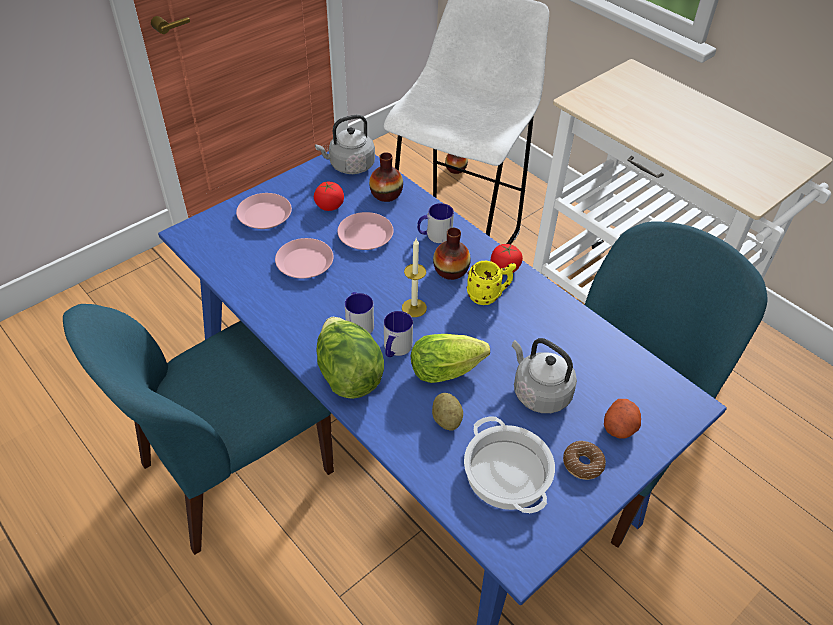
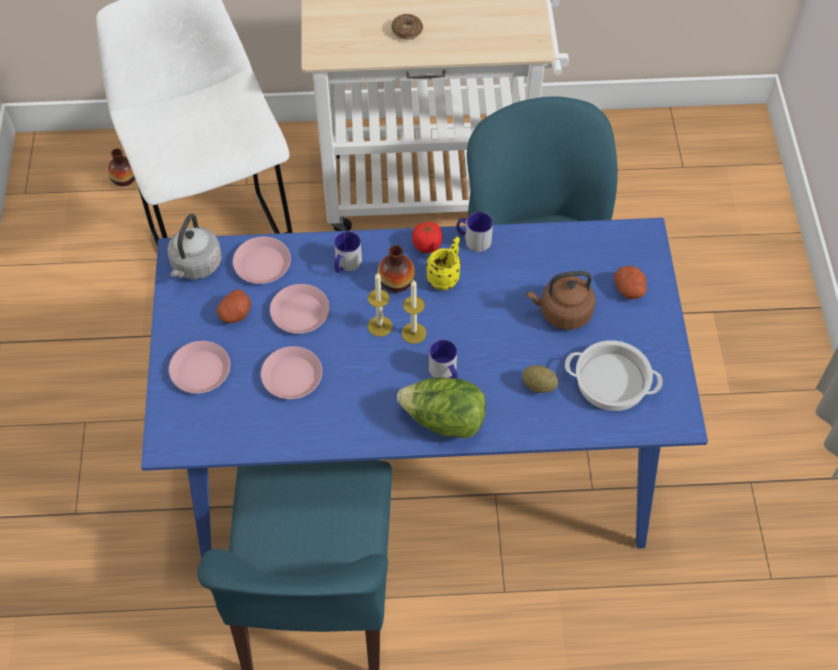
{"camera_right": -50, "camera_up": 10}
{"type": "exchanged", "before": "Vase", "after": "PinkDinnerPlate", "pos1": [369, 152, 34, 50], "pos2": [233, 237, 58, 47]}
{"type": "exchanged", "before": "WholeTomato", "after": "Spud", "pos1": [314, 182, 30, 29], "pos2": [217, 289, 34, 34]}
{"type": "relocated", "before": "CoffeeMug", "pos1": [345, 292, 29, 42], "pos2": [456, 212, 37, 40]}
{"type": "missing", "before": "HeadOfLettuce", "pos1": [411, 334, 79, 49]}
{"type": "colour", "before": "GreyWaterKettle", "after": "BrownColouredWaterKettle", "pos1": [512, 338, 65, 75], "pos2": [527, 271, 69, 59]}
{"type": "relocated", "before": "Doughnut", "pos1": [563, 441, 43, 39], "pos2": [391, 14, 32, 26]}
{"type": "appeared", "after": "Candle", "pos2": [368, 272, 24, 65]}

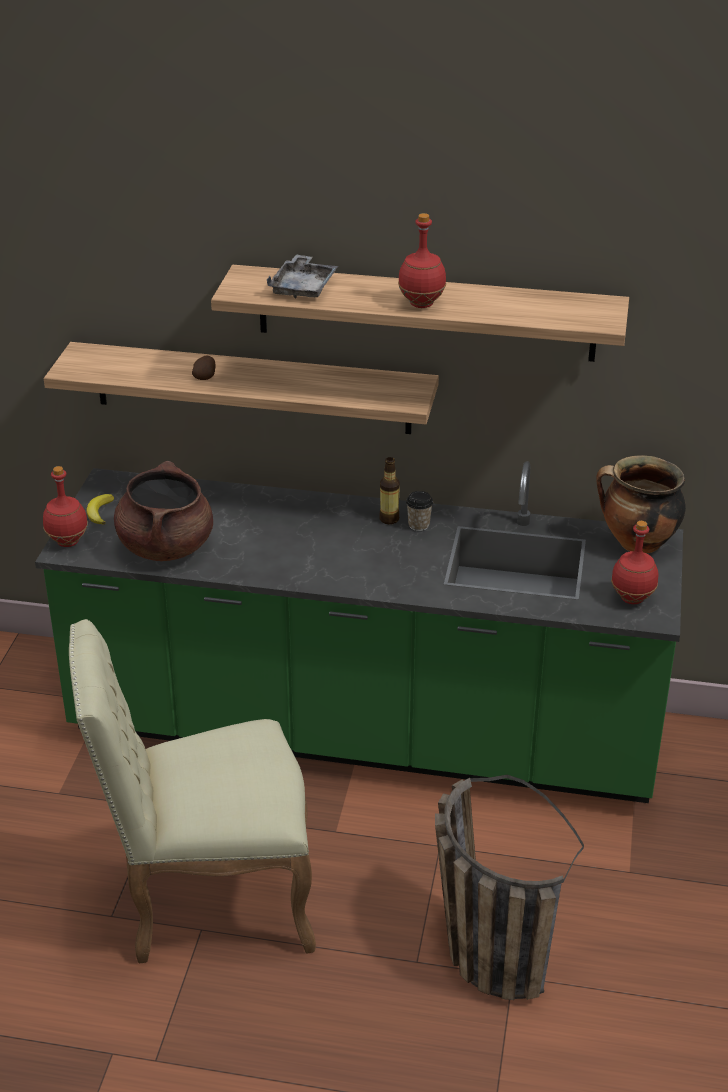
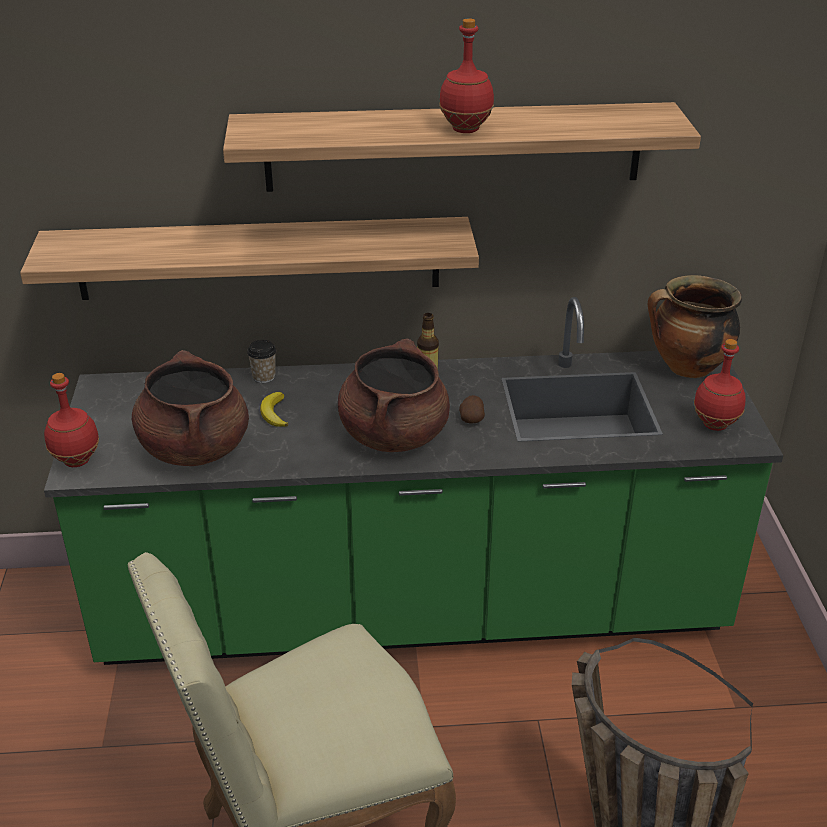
{"camera_right": -15, "camera_up": 0}
{"type": "missing", "before": "GreyCarryingTray", "pos1": [267, 254, 71, 44]}
{"type": "relocated", "before": "Spud", "pos1": [192, 356, 23, 24], "pos2": [459, 395, 26, 28]}
{"type": "relocated", "before": "Cup", "pos1": [406, 491, 27, 40], "pos2": [247, 340, 29, 43]}
{"type": "relocated", "before": "Banana", "pos1": [87, 494, 27, 31], "pos2": [260, 392, 28, 35]}
{"type": "appeared", "after": "BrownColouredCookingPot", "pos2": [338, 338, 112, 114]}

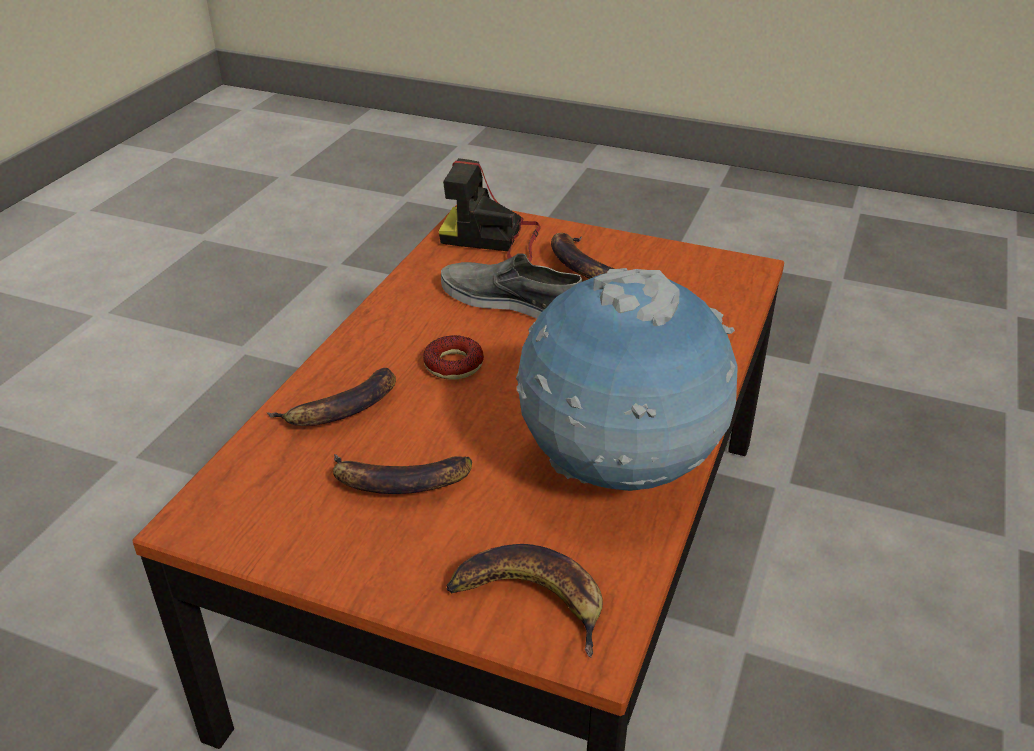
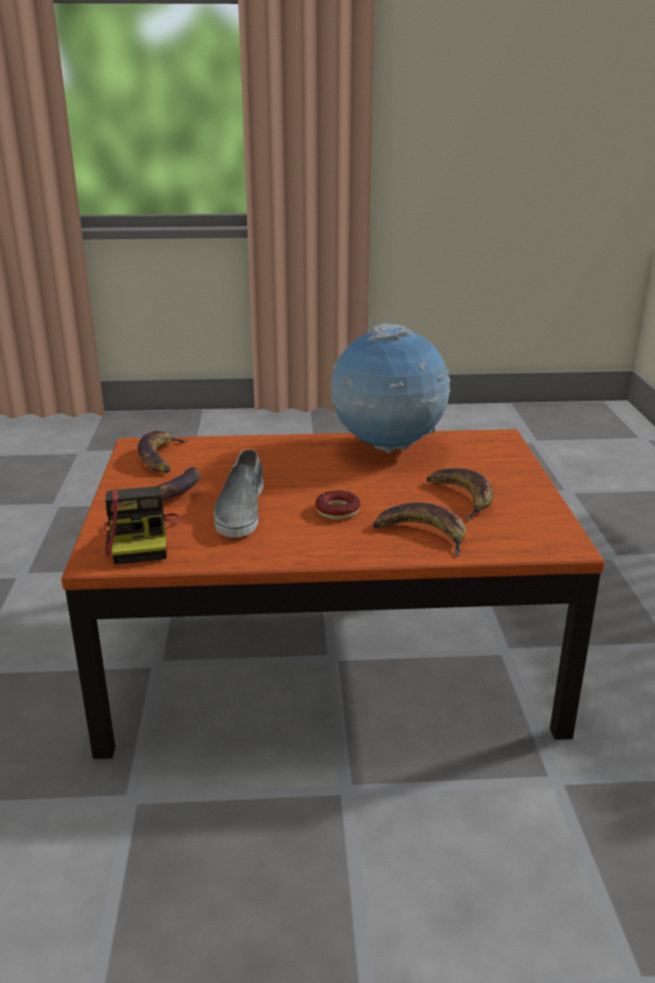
{"camera_right": -115, "camera_up": -10}
{"type": "relocated", "before": "Banana", "pos1": [446, 544, 157, 114], "pos2": [138, 431, 50, 42]}

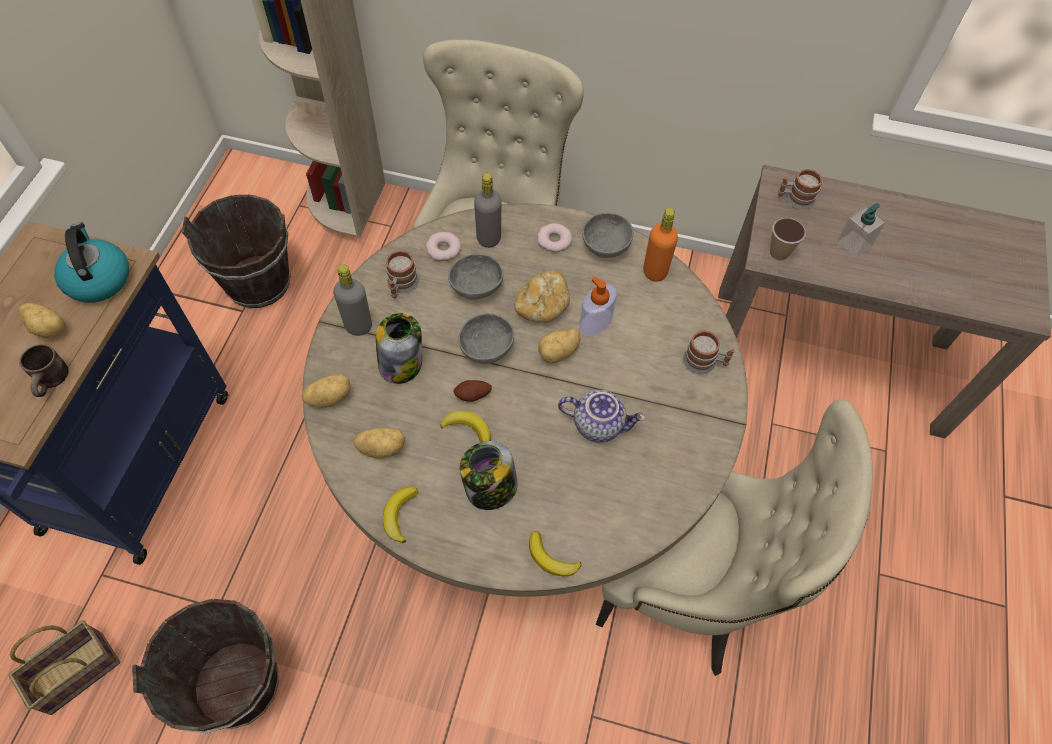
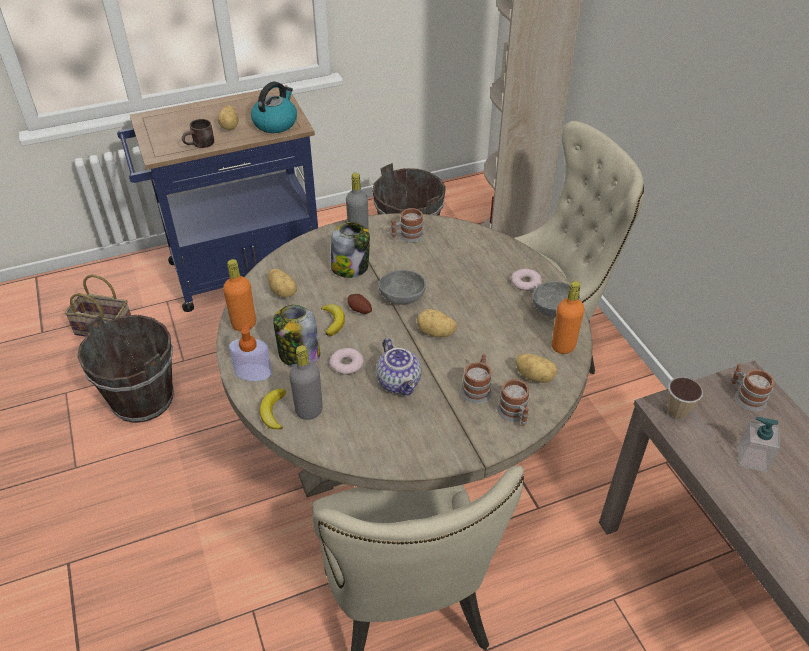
{"camera_right": 55, "camera_up": -15}
{"type": "relocated", "before": "GreyDrinkBottle", "pos1": [474, 173, 27, 75], "pos2": [289, 345, 34, 75]}
{"type": "relocated", "before": "Doughnut", "pos1": [425, 232, 36, 29], "pos2": [329, 348, 35, 27]}
{"type": "missing", "before": "GreyServingBowl", "pos1": [448, 254, 55, 46]}
{"type": "missing", "before": "BakeryBread", "pos1": [514, 270, 56, 53]}
{"type": "relocated", "before": "LiquidSoapBottle", "pos1": [580, 277, 37, 59], "pos2": [229, 324, 43, 57]}
{"type": "relocated", "before": "Spud", "pos1": [302, 374, 49, 34], "pos2": [515, 353, 42, 30]}
{"type": "exchanged", "before": "Banana", "after": "OrangeColouredDrinkBottle", "pos1": [383, 487, 35, 56], "pos2": [223, 259, 33, 72]}
{"type": "appeared", "after": "CoffeeMug", "pos2": [461, 354, 31, 50]}

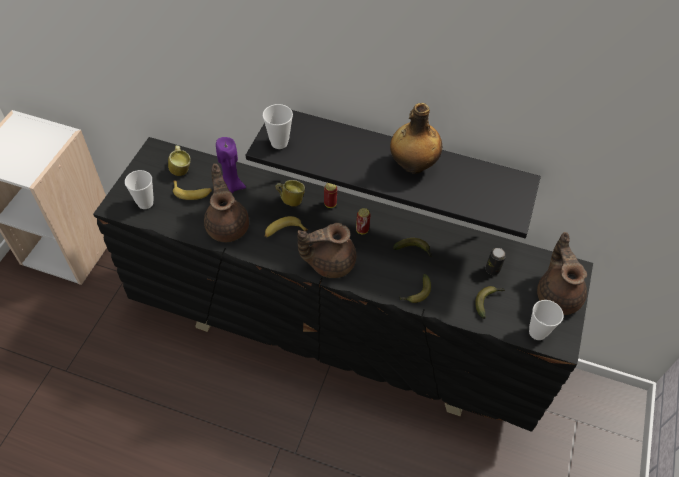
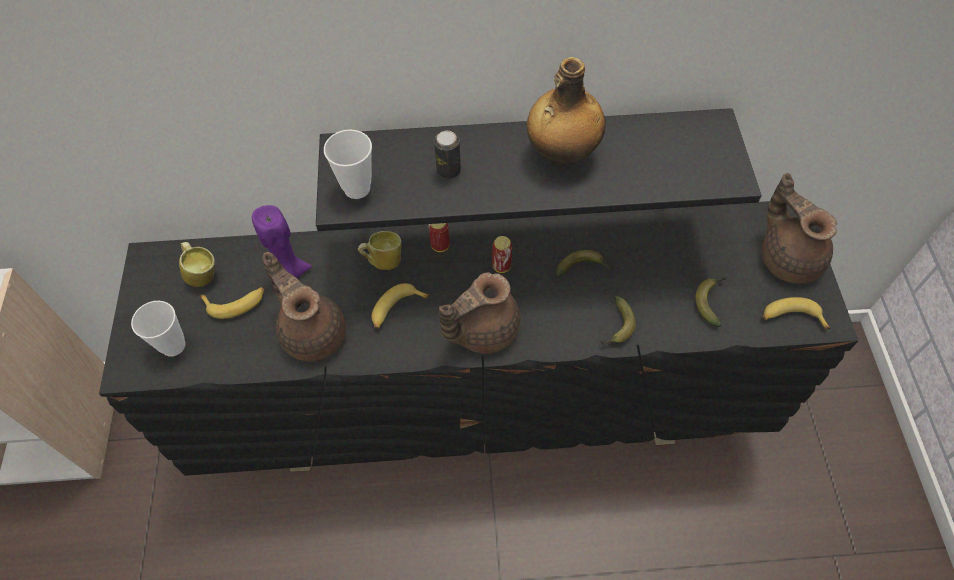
{"camera_right": -20, "camera_up": 5}
{"type": "relocated", "before": "Can", "pos1": [485, 248, 21, 27], "pos2": [434, 131, 27, 48]}
{"type": "exchanged", "before": "Cup", "after": "Banana", "pos1": [529, 300, 34, 40], "pos2": [762, 297, 69, 32]}

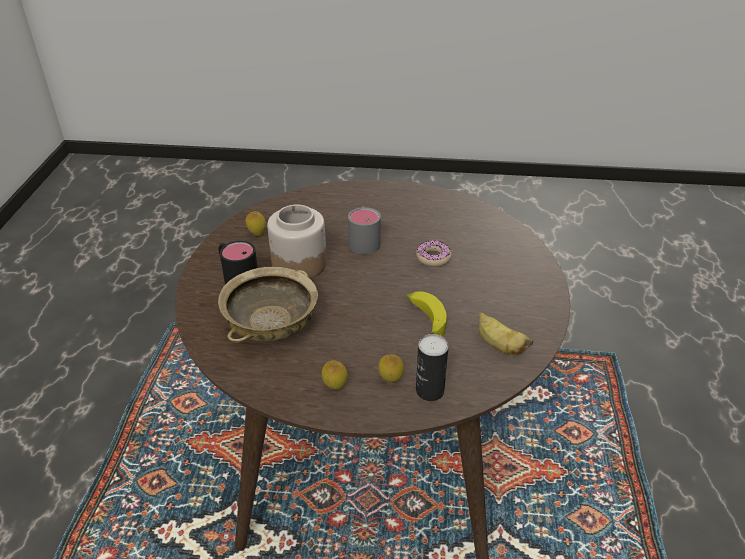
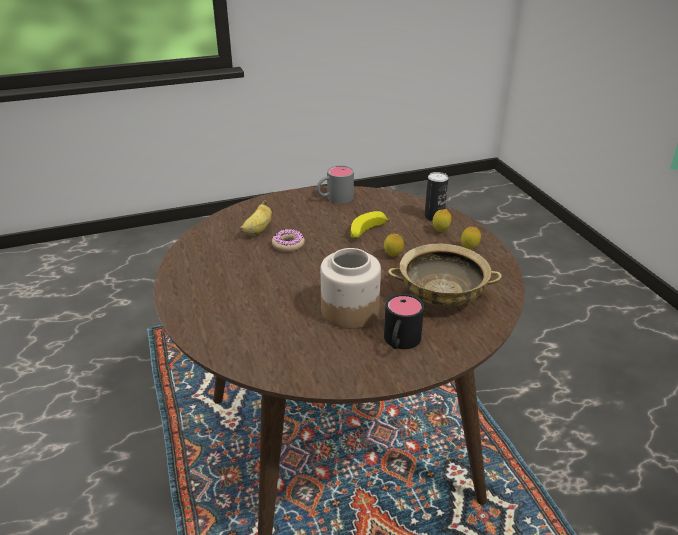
{"camera_right": -115, "camera_up": -5}
{"type": "relocated", "before": "GreyCoffeeMug", "pos1": [348, 206, 33, 48], "pos2": [317, 165, 37, 39]}
{"type": "relocated", "before": "WholeLemon", "pos1": [246, 211, 20, 25], "pos2": [384, 233, 20, 24]}
{"type": "relocated", "before": "Banana", "pos1": [478, 312, 55, 43], "pos2": [240, 201, 32, 35]}

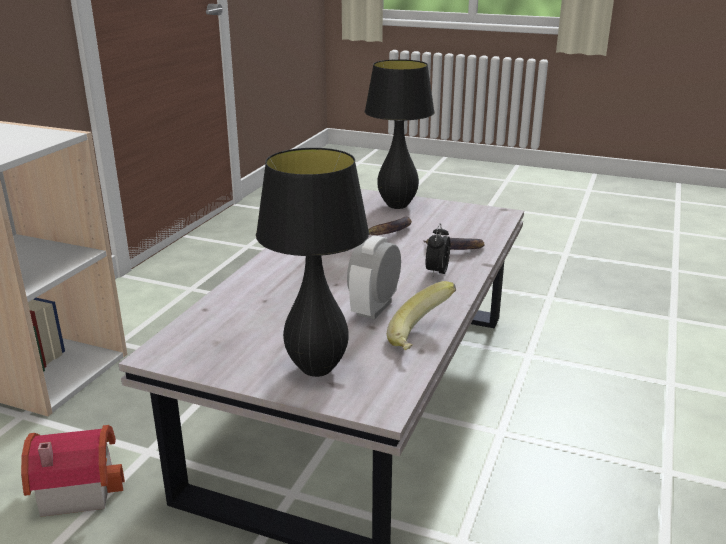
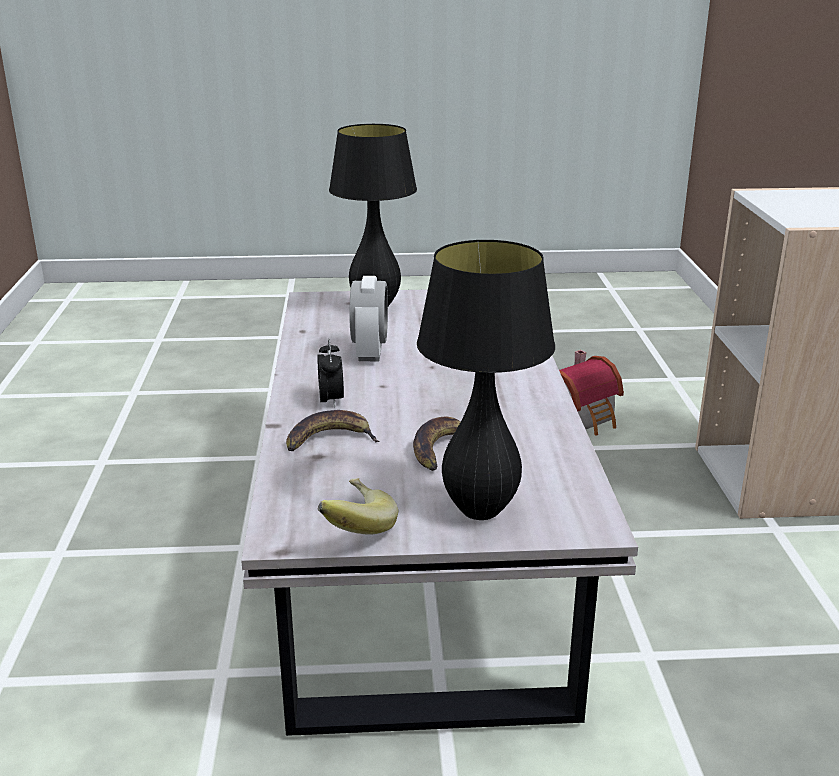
{"camera_right": 155, "camera_up": 0}
{"type": "relocated", "before": "Banana", "pos1": [387, 281, 69, 69], "pos2": [318, 478, 80, 57]}

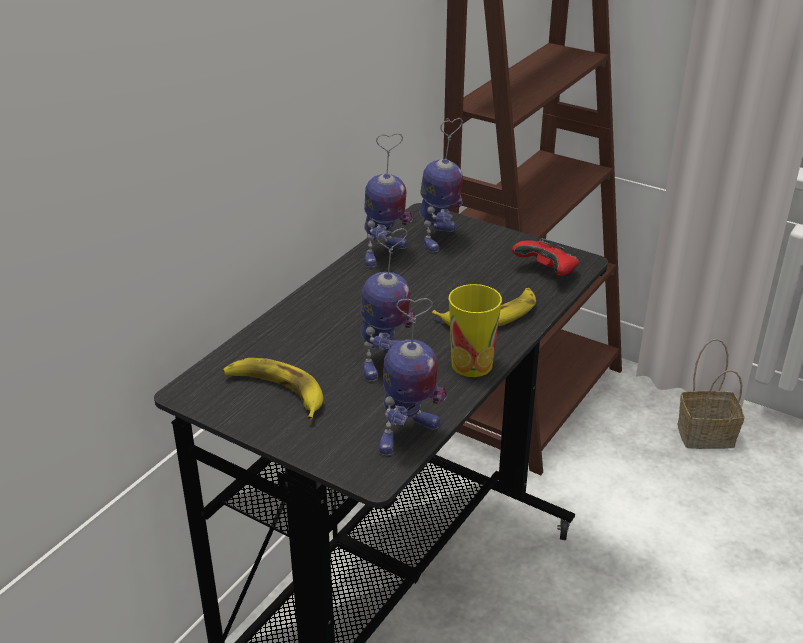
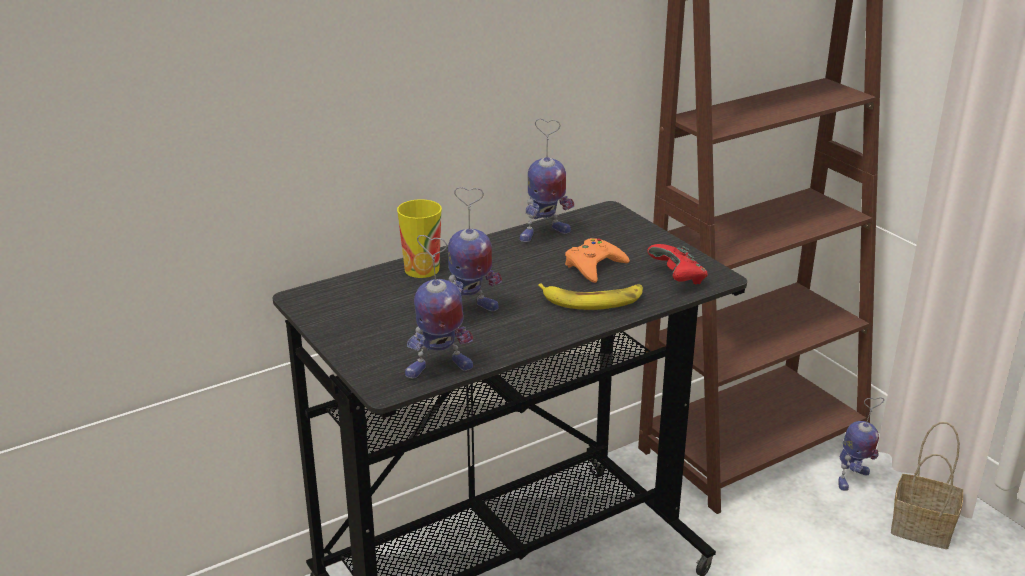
{"camera_right": 25, "camera_up": -5}
{"type": "relocated", "before": "ToyRobot", "pos1": [419, 118, 44, 134], "pos2": [838, 397, 46, 94]}
{"type": "relocated", "before": "Cup", "pos1": [449, 284, 53, 93], "pos2": [397, 199, 45, 79]}
{"type": "missing", "before": "Banana", "pos1": [223, 358, 100, 61]}
{"type": "appeared", "after": "OrangeColouredJoypad", "pos2": [565, 238, 65, 45]}

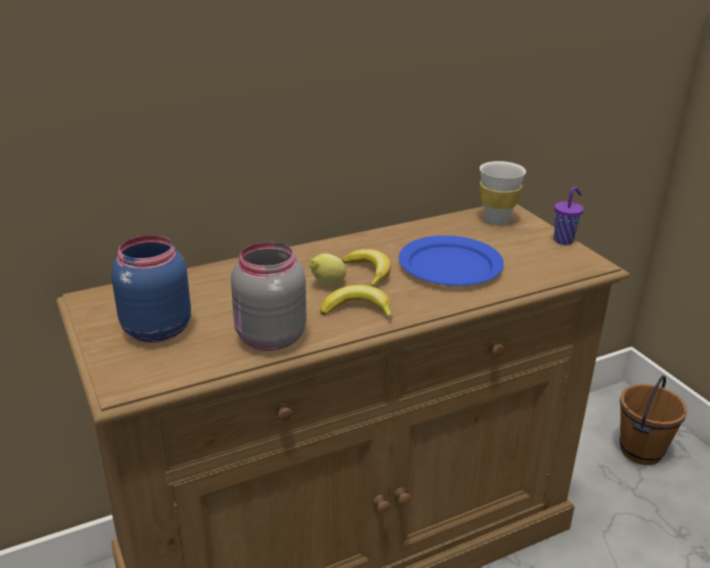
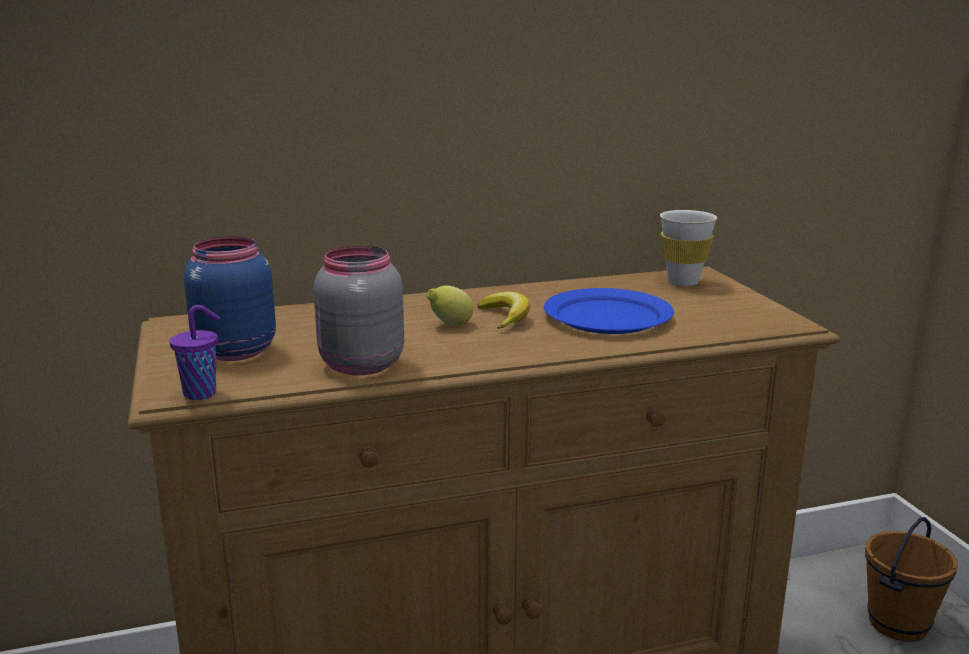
{"camera_right": 10, "camera_up": -10}
{"type": "relocated", "before": "PurpleColouredCup", "pos1": [554, 187, 30, 58], "pos2": [170, 305, 50, 95]}
{"type": "missing", "before": "Banana", "pos1": [320, 285, 72, 35]}

